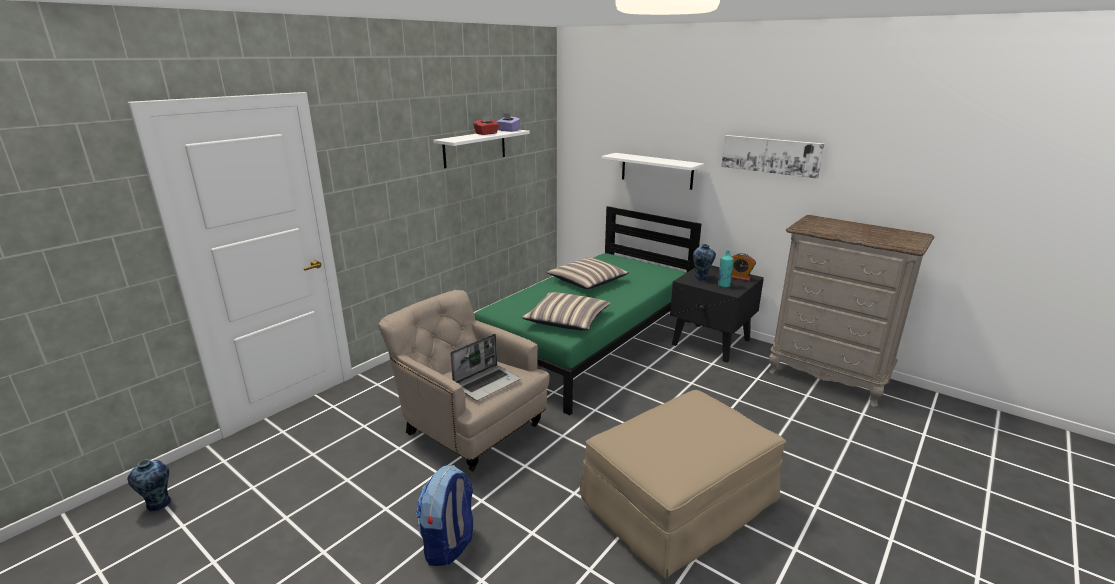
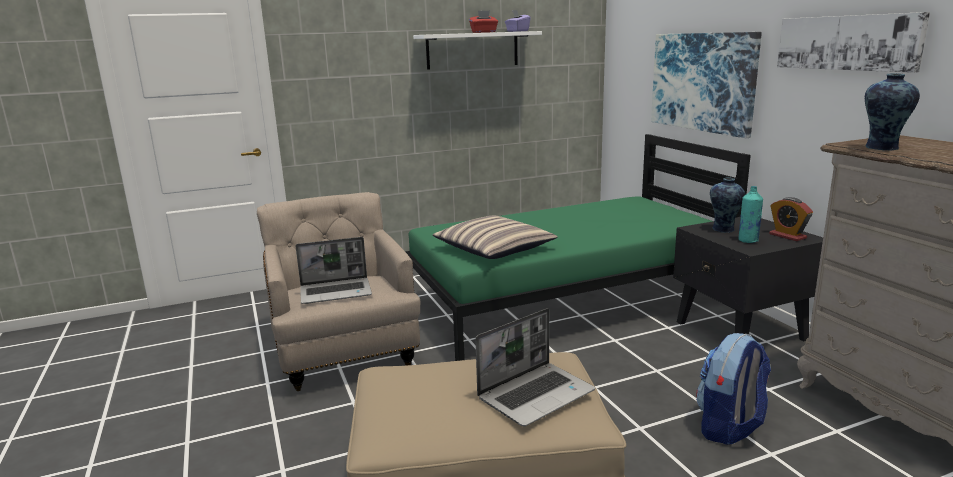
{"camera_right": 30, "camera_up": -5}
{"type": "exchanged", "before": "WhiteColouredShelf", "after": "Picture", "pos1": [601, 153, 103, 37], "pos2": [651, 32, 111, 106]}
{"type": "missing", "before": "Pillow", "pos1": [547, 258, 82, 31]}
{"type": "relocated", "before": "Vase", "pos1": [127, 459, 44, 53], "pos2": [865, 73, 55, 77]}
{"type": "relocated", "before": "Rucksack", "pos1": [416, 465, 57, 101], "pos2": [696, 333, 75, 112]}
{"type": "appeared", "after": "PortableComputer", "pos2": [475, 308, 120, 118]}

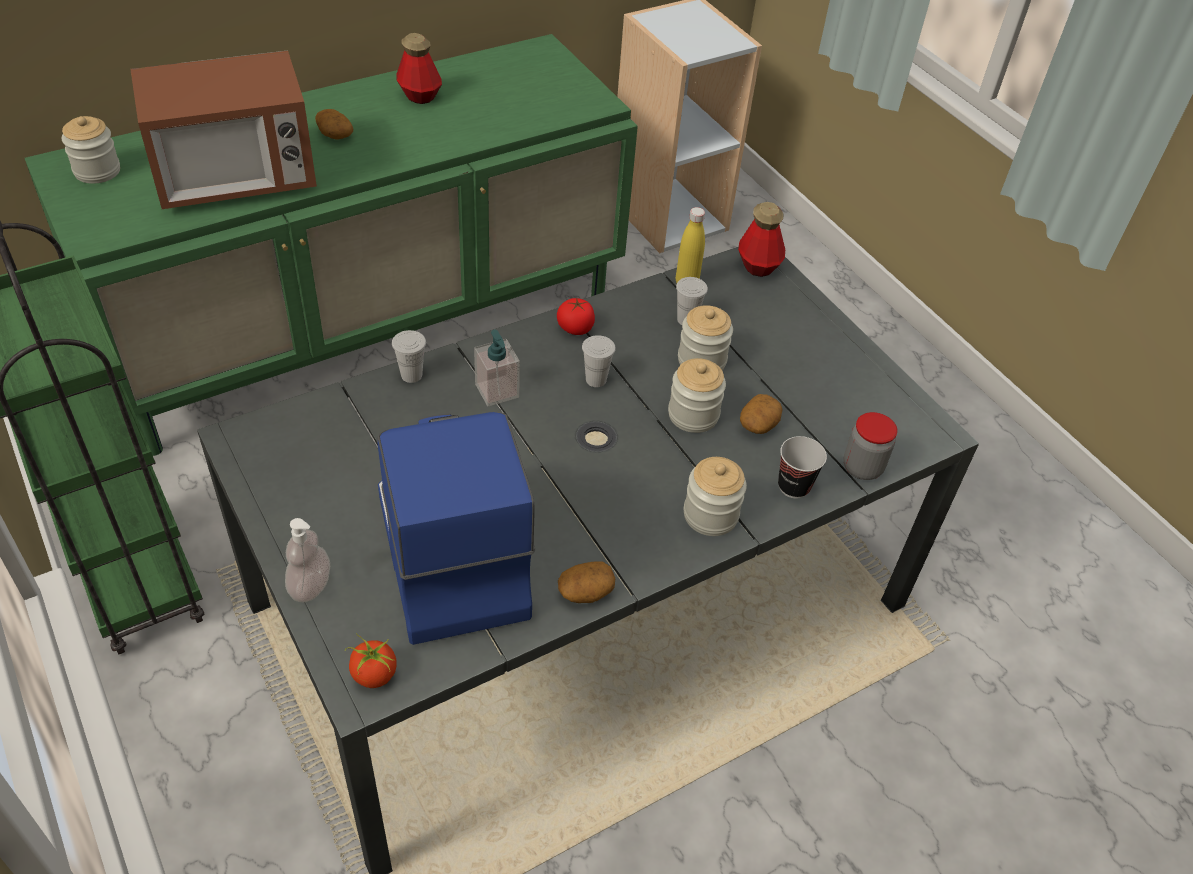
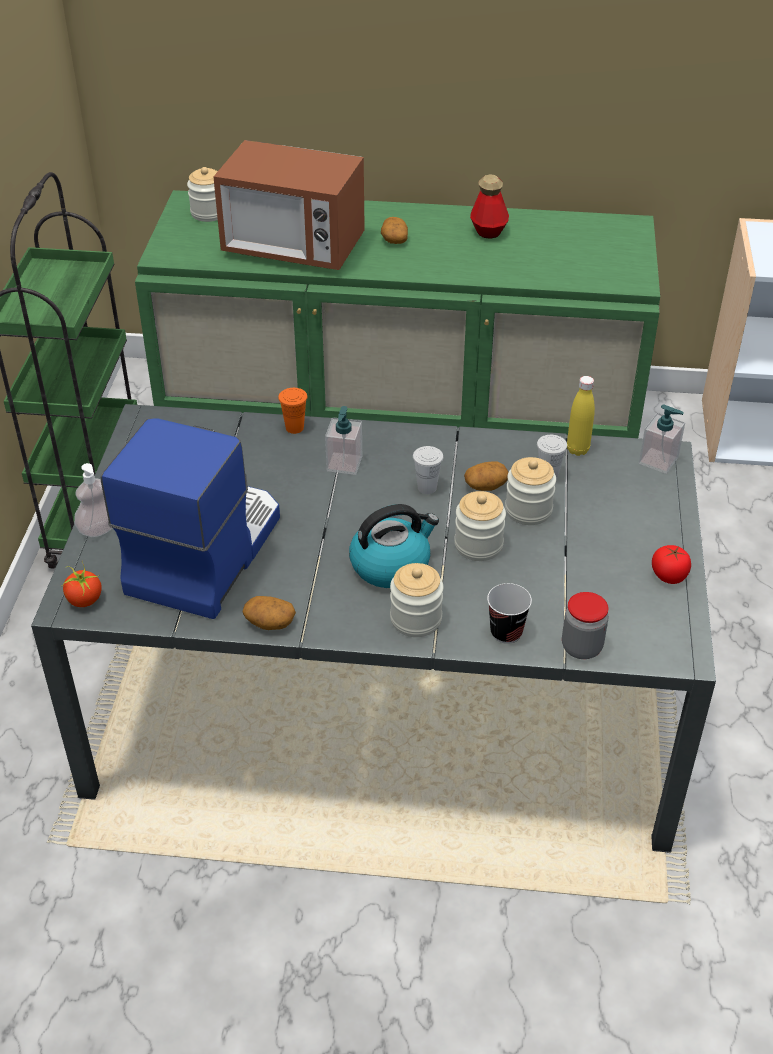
{"camera_right": 40, "camera_up": -5}
{"type": "exchanged", "before": "DrinkBottle", "after": "LiquidSoapBottle", "pos1": [738, 202, 47, 75], "pos2": [639, 404, 46, 70]}
{"type": "relocated", "before": "WholeTomato", "pos1": [557, 297, 38, 38], "pos2": [652, 545, 39, 39]}
{"type": "colour", "before": "WhiteColouredCup", "after": "OrangeColouredCup", "pos1": [392, 330, 34, 53], "pos2": [278, 388, 29, 46]}
{"type": "relocated", "before": "Spud", "pos1": [740, 394, 43, 40], "pos2": [464, 461, 44, 30]}
{"type": "appeared", "after": "WaterKettle", "pos2": [349, 504, 90, 84]}

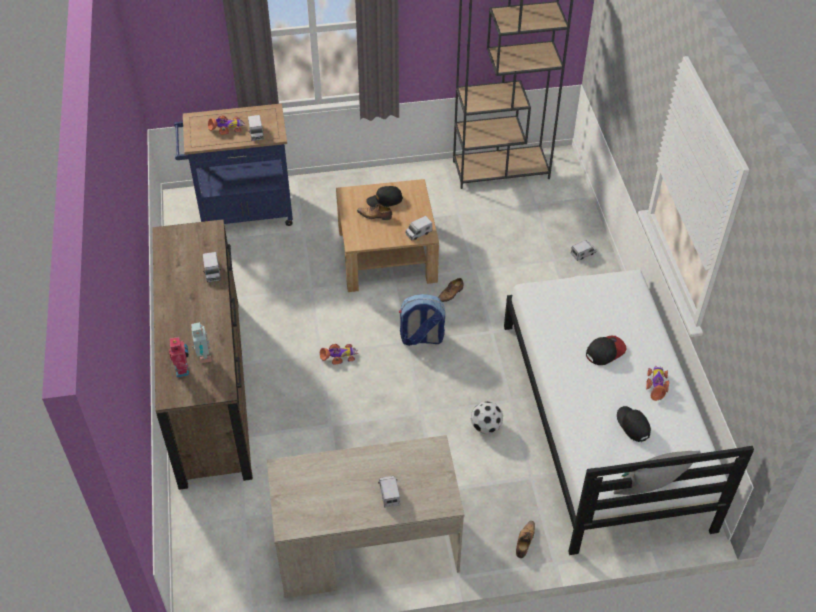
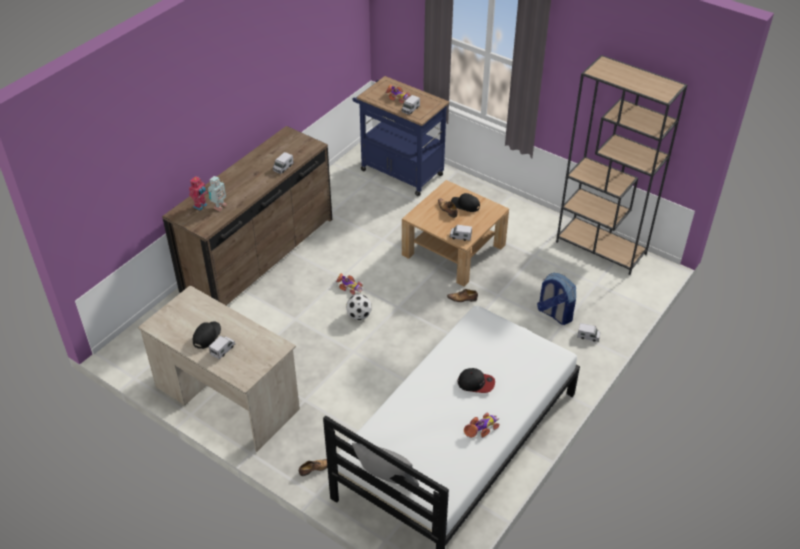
{"camera_right": 45, "camera_up": -5}
{"type": "relocated", "before": "Rucksack", "pos1": [399, 294, 46, 52], "pos2": [537, 273, 39, 52]}
{"type": "relocated", "before": "FootballBall", "pos1": [471, 401, 32, 33], "pos2": [346, 294, 25, 26]}
{"type": "relocated", "before": "BlackishBaseballCap", "pos1": [617, 406, 34, 36], "pos2": [193, 321, 28, 28]}

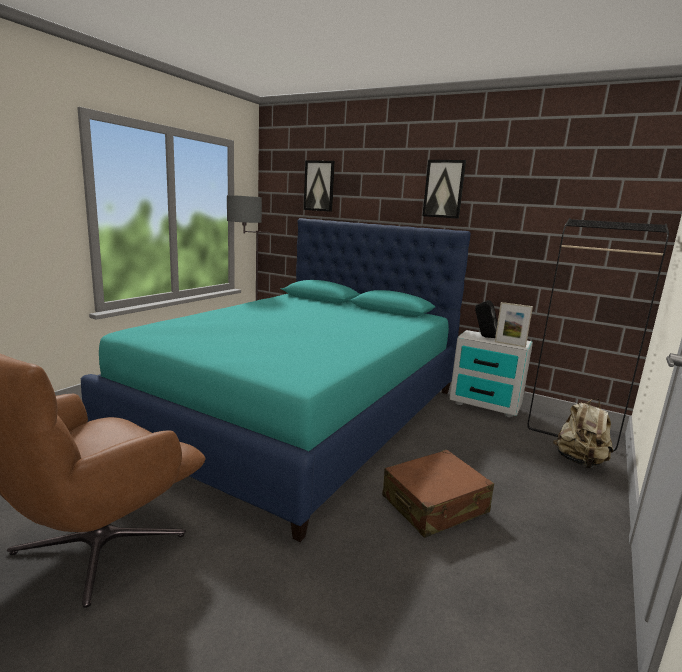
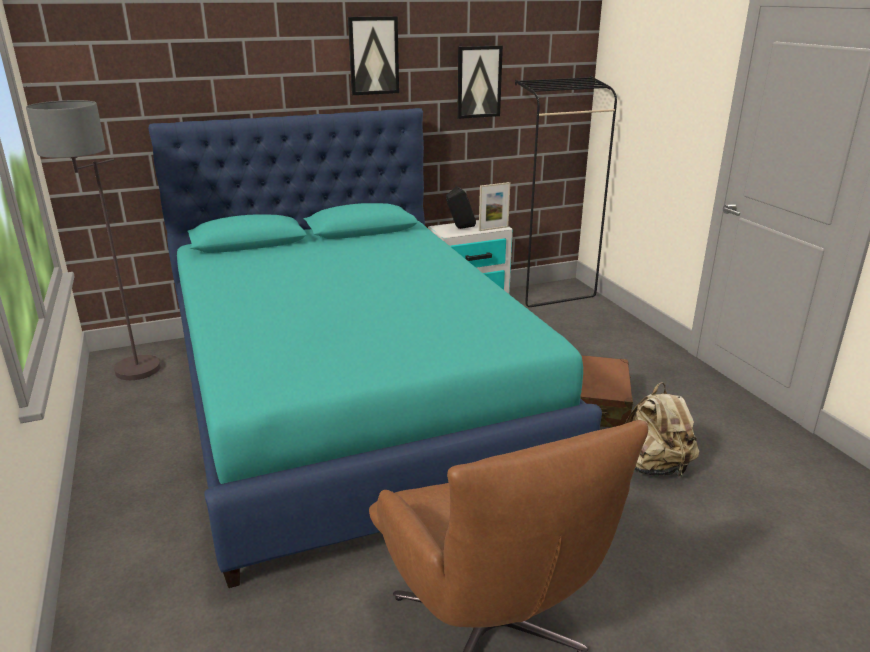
{"camera_right": -50, "camera_up": 10}
{"type": "relocated", "before": "Picture", "pos1": [304, 161, 31, 51], "pos2": [457, 45, 46, 74]}
{"type": "relocated", "before": "SandColouredRucksack", "pos1": [553, 398, 60, 71], "pos2": [625, 382, 75, 95]}

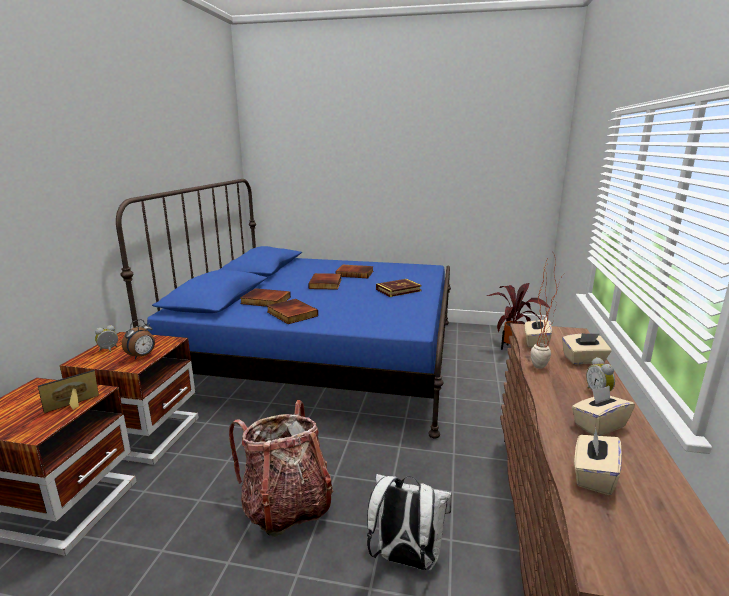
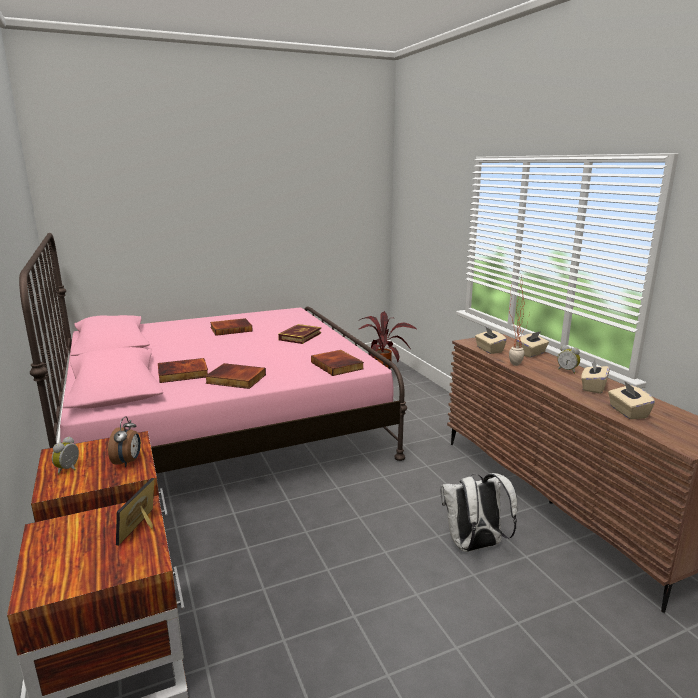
{"camera_right": -35, "camera_up": 0}
{"type": "colour", "before": "BlueBedroomBed", "after": "PinkBedroomBed", "pos1": [116, 179, 335, 259], "pos2": [19, 233, 388, 241]}
{"type": "relocated", "before": "Book", "pos1": [308, 273, 34, 17], "pos2": [311, 350, 53, 26]}
{"type": "missing", "before": "Rucksack", "pos1": [229, 400, 104, 137]}

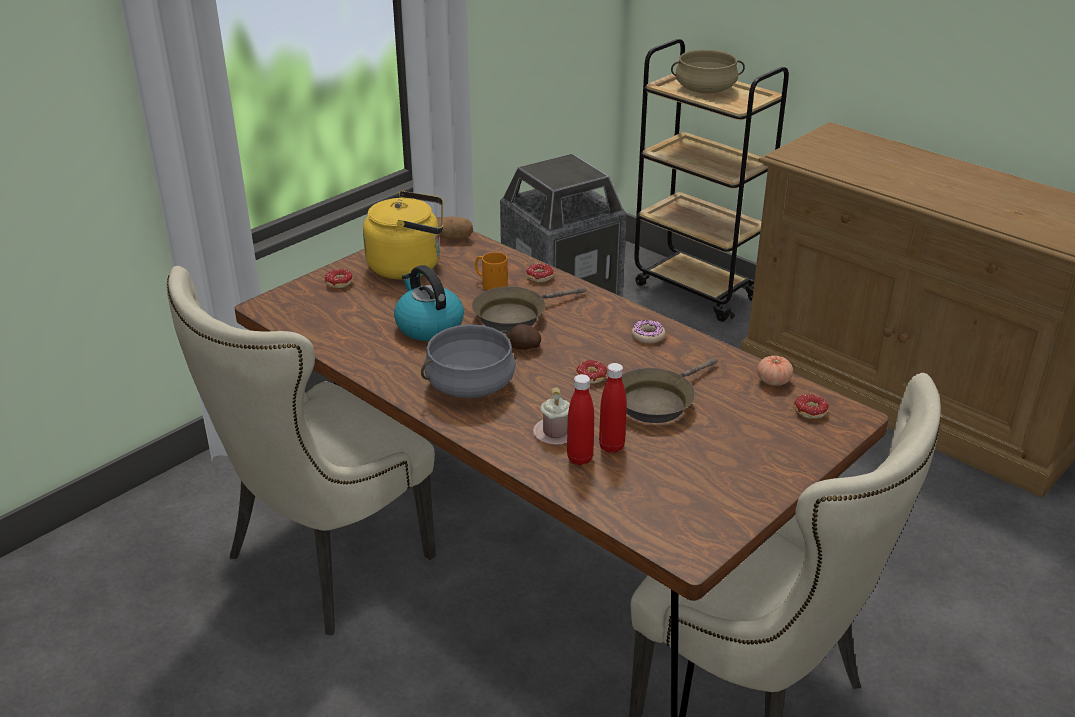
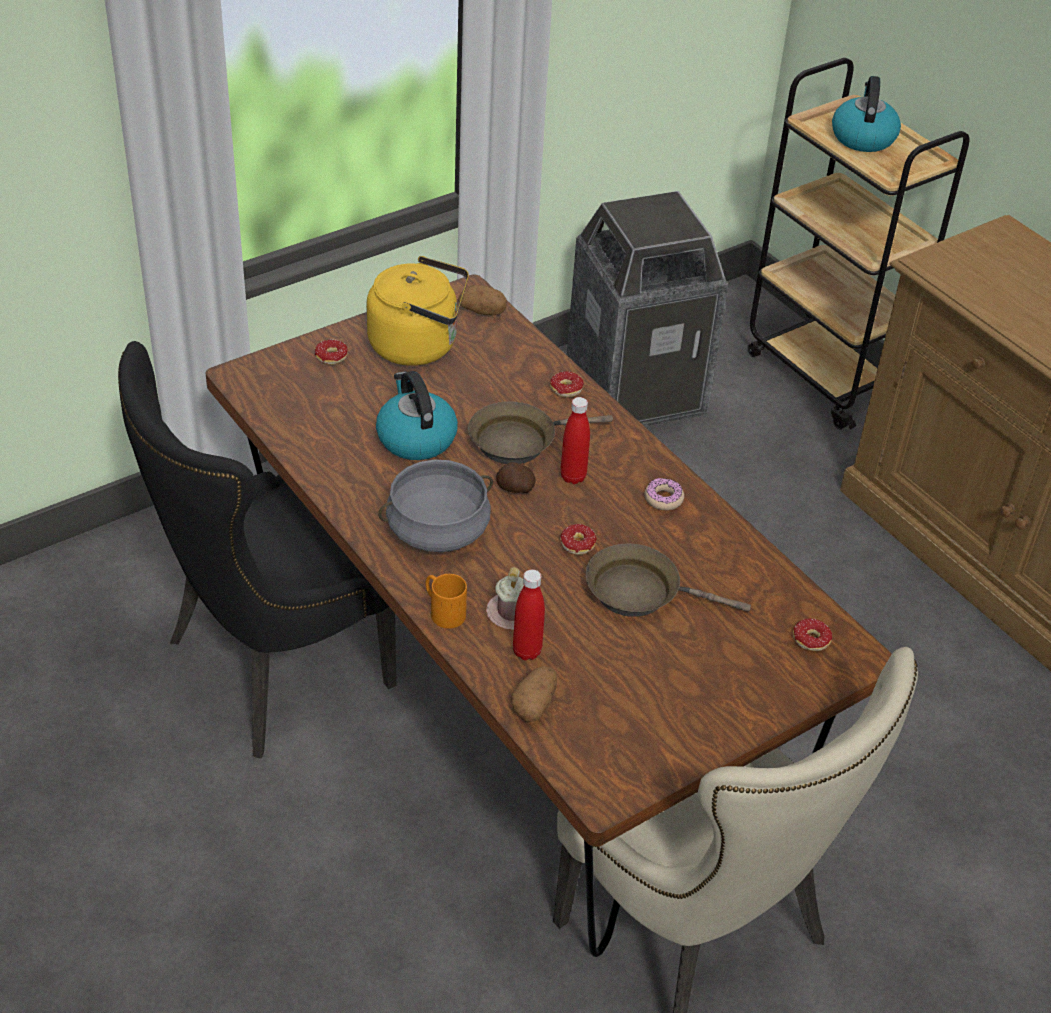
{"camera_right": 10, "camera_up": 10}
{"type": "exchanged", "before": "SandColouredCookingPot", "after": "WaterKettle", "pos1": [671, 50, 74, 44], "pos2": [832, 76, 69, 76]}
{"type": "relocated", "before": "OrangeColouredCoffeeMug", "pos1": [475, 252, 33, 38], "pos2": [426, 574, 41, 54]}
{"type": "colour", "before": "SandColouredChair", "after": "BlackishChair", "pos1": [166, 266, 270, 369], "pos2": [118, 341, 278, 418]}
{"type": "missing", "before": "WholeTomato", "pos1": [757, 356, 36, 30]}
{"type": "spun", "before": "BrownColouredFryingPan", "pos1": [622, 358, 96, 65], "pos2": [586, 544, 165, 73], "turn": 45}
{"type": "relocated", "before": "RedColouredDrinkBottle", "pos1": [599, 363, 28, 90], "pos2": [561, 397, 29, 87]}
{"type": "appeared", "after": "Spud", "pos2": [511, 666, 46, 56]}

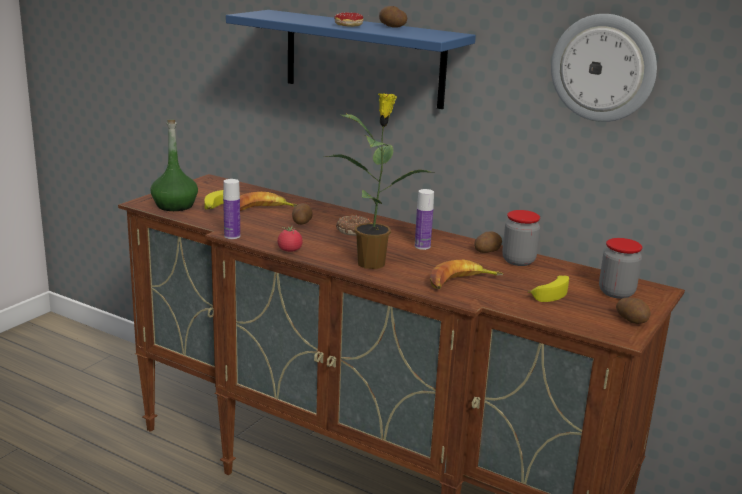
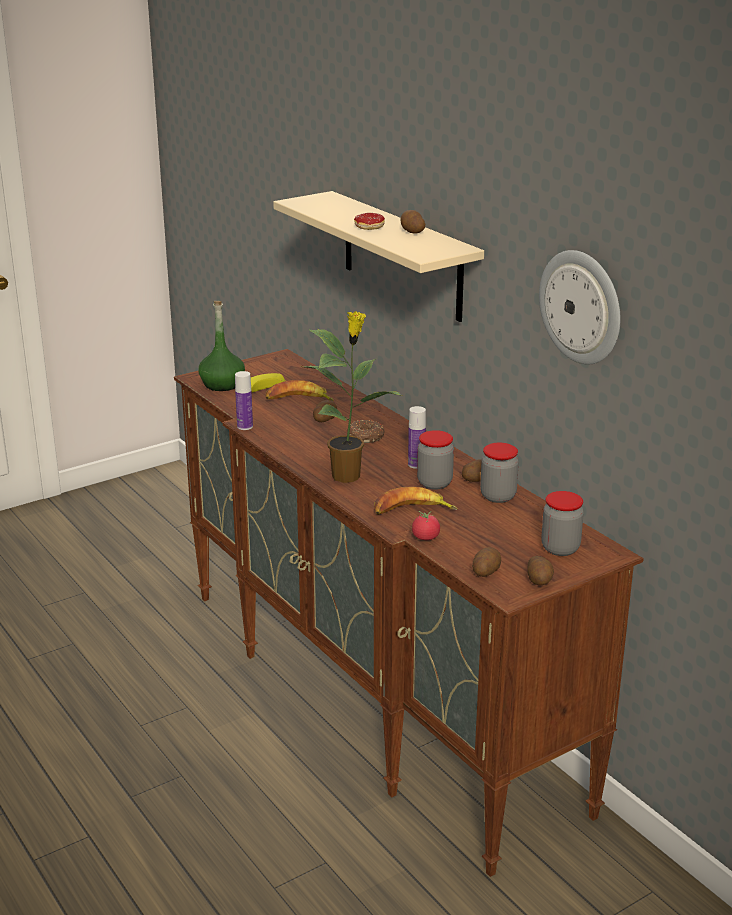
{"camera_right": 25, "camera_up": 5}
{"type": "colour", "before": "BlueShelf", "after": "SandColouredShelf", "pos1": [226, 10, 250, 99], "pos2": [273, 191, 211, 131]}
{"type": "relocated", "before": "WholeTomato", "pos1": [278, 226, 25, 26], "pos2": [412, 511, 28, 29]}
{"type": "missing", "before": "Banana", "pos1": [528, 275, 41, 27]}
{"type": "appeared", "after": "StorageJar", "pos2": [417, 430, 37, 60]}
{"type": "appeared", "after": "Spud", "pos2": [472, 547, 29, 30]}

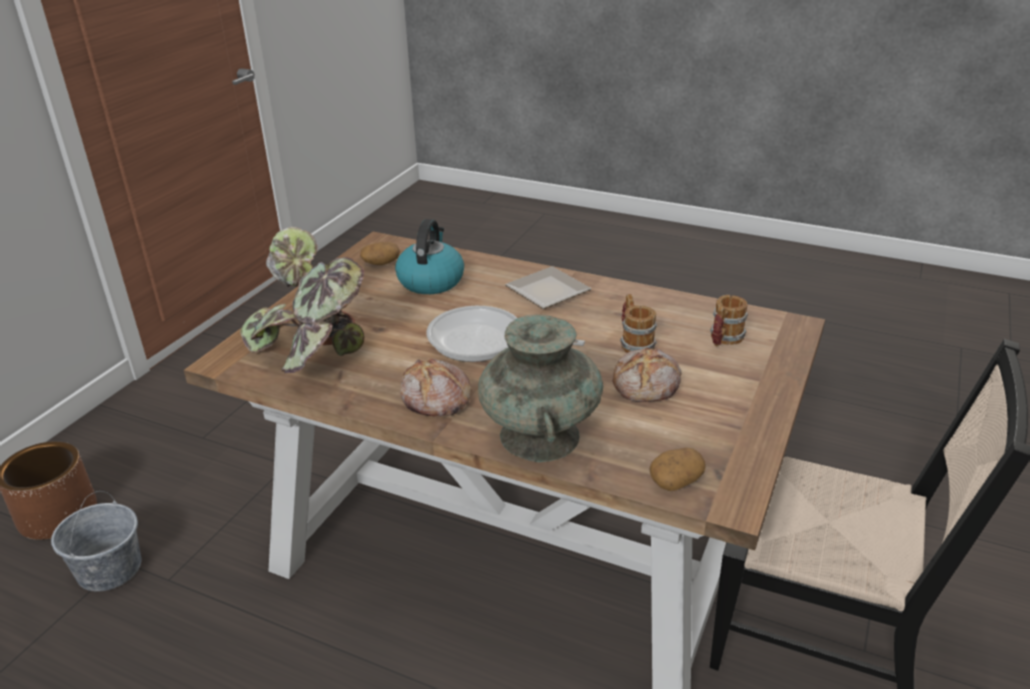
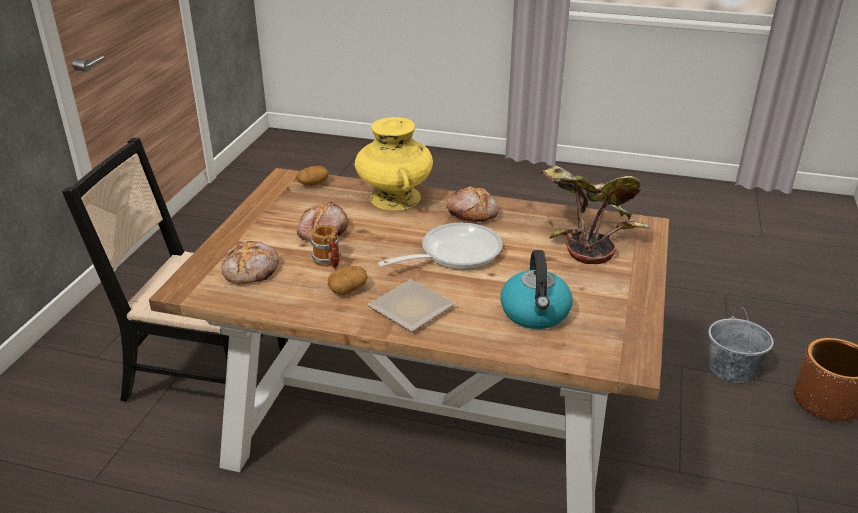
{"camera_right": 170, "camera_up": 0}
{"type": "relocated", "before": "Spud", "pos1": [360, 242, 40, 23], "pos2": [328, 266, 40, 29]}
{"type": "exchanged", "before": "CoffeeMug", "after": "BakeryBread", "pos1": [710, 295, 38, 52], "pos2": [222, 241, 58, 42]}
{"type": "spun", "before": "FryingPan", "pos1": [426, 306, 159, 56], "pos2": [378, 223, 125, 47], "turn": -45}
{"type": "colour", "before": "TurquoiseColouredVase", "after": "YellowishVase", "pos1": [478, 315, 126, 147], "pos2": [354, 117, 79, 93]}

